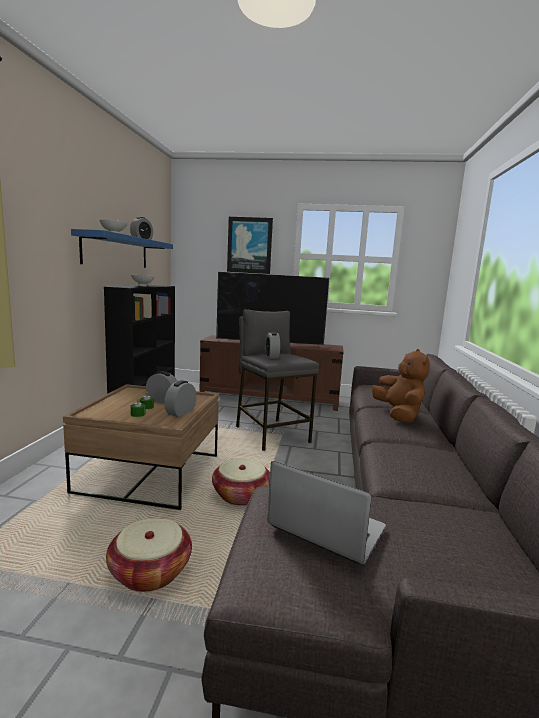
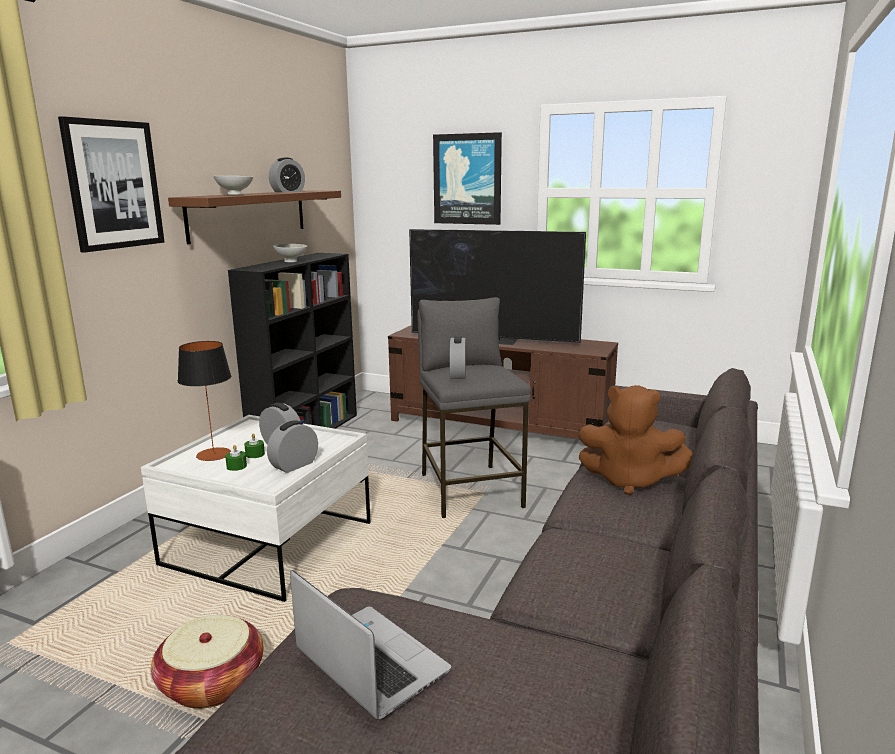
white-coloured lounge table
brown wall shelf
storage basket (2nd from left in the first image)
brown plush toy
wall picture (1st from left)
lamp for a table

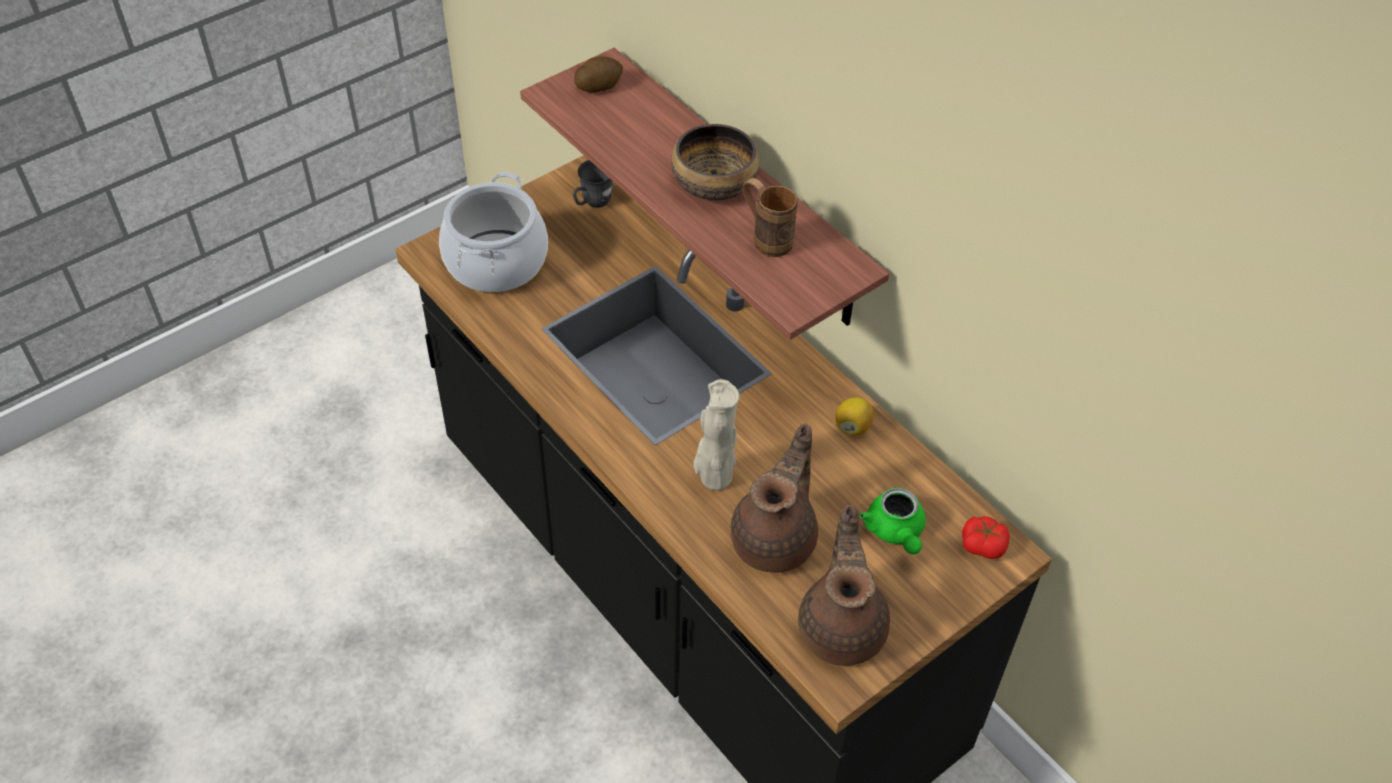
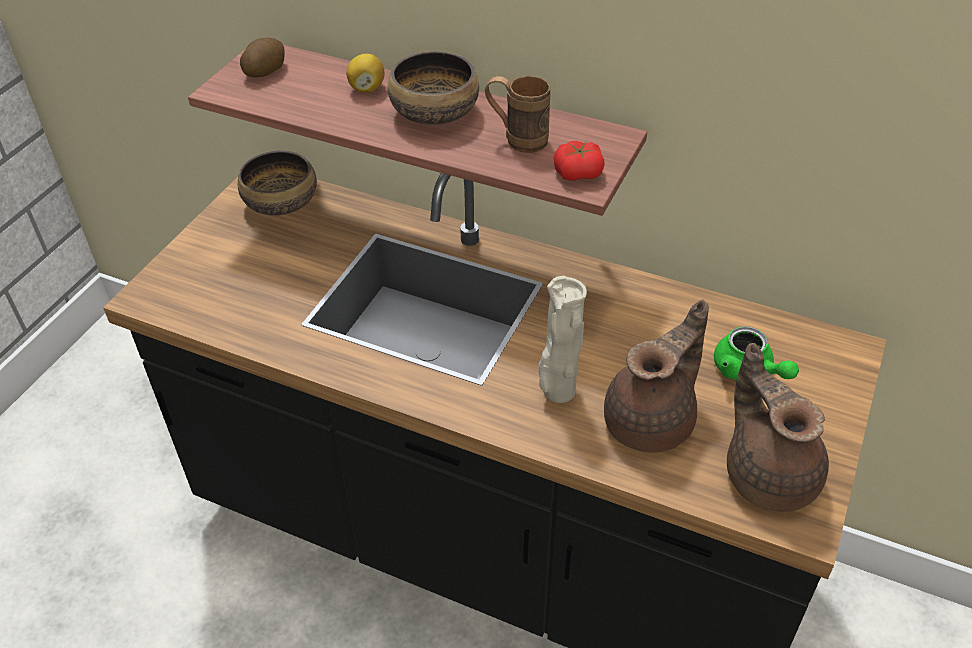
stockpot
serving bowl (1st from left)
brown teapot (1st from left)
lemon
fresh tomato

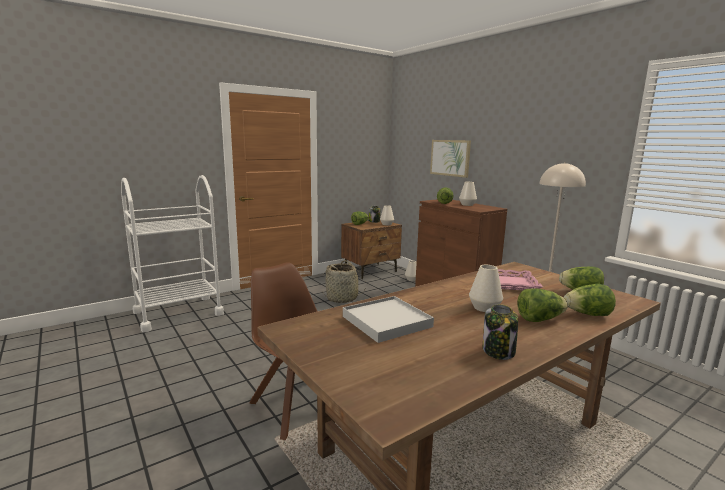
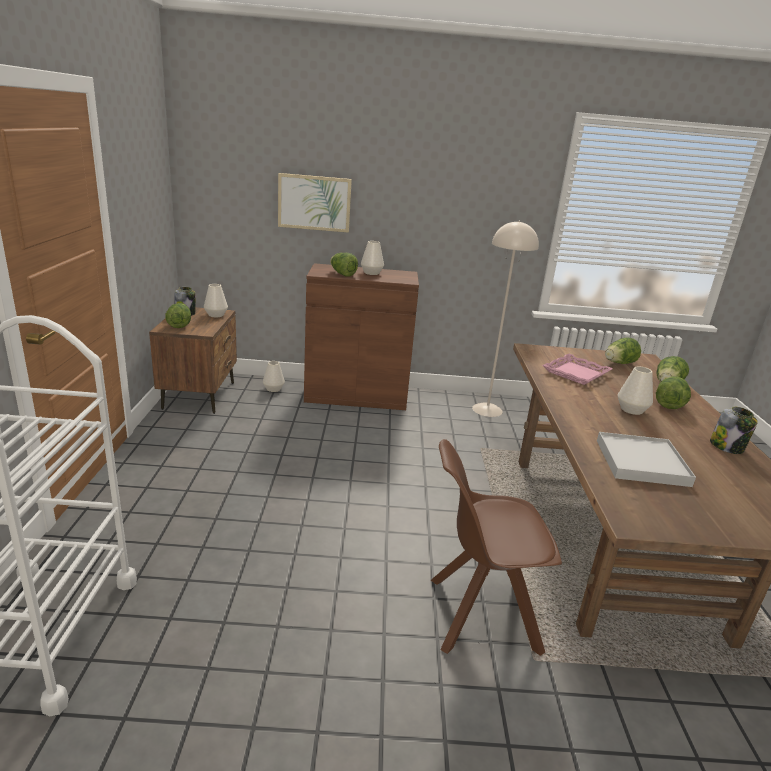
storage basket

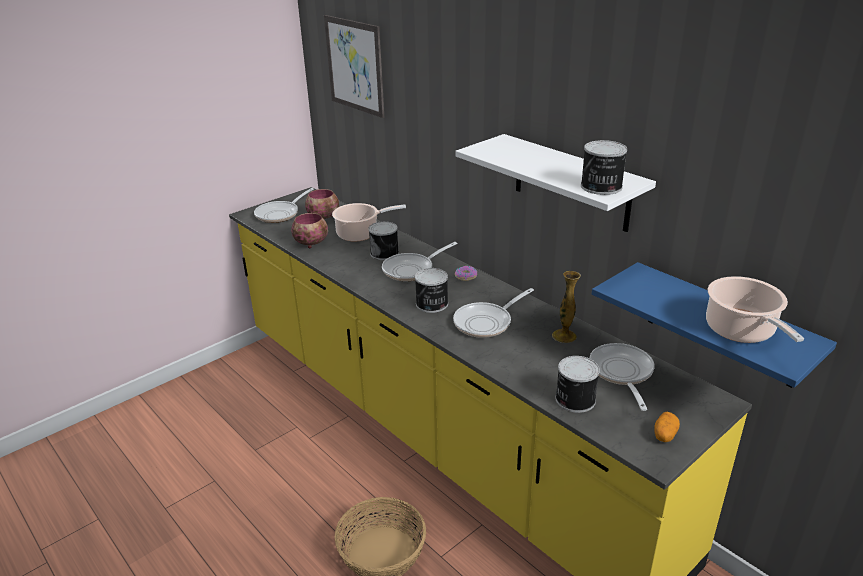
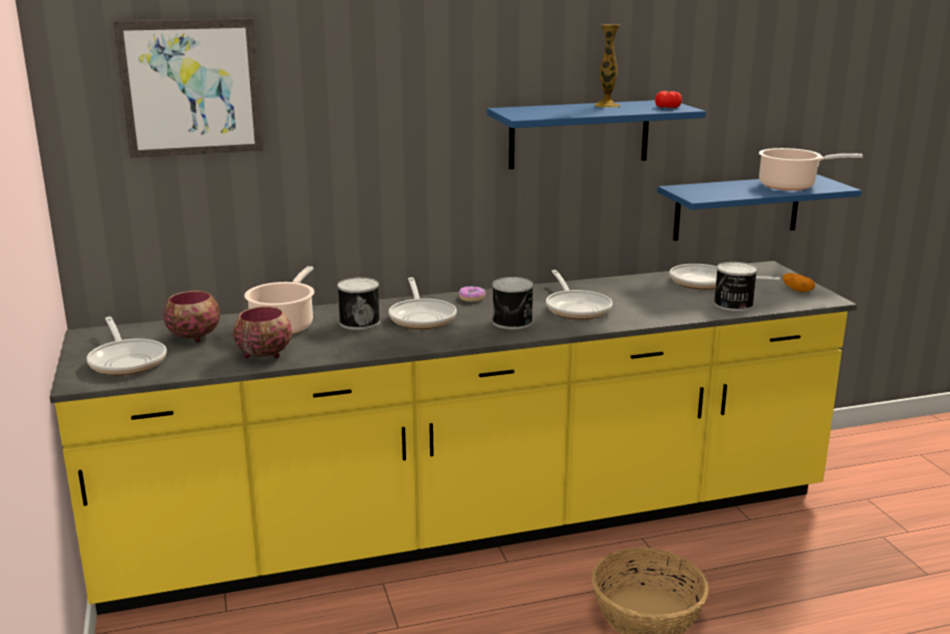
blue-coloured wall shelf (1st from left)
decorative vase
fresh tomato

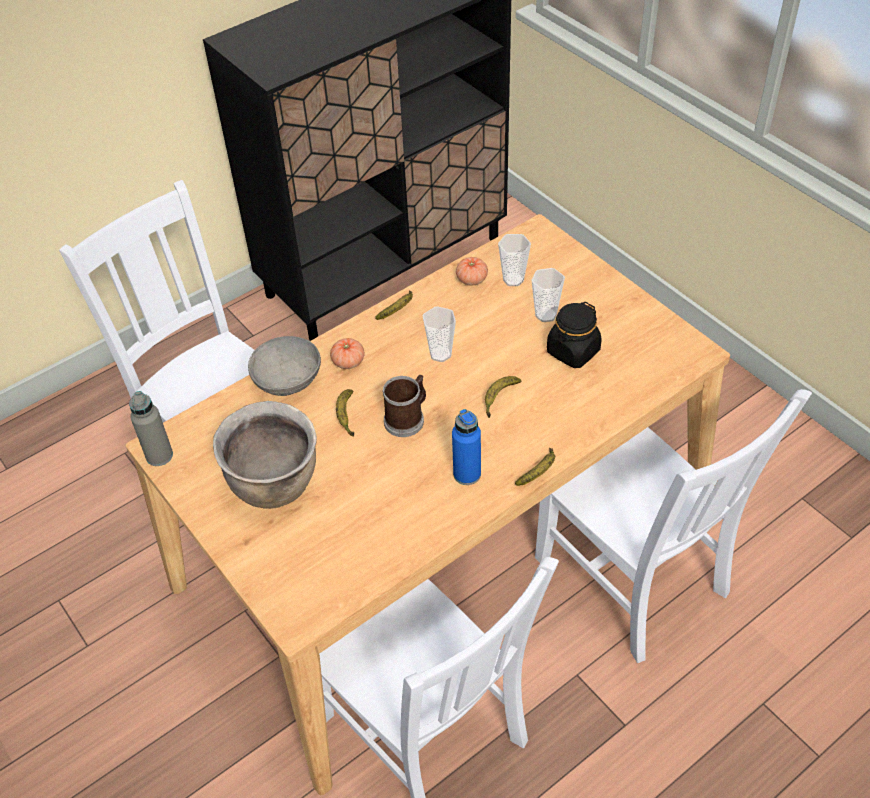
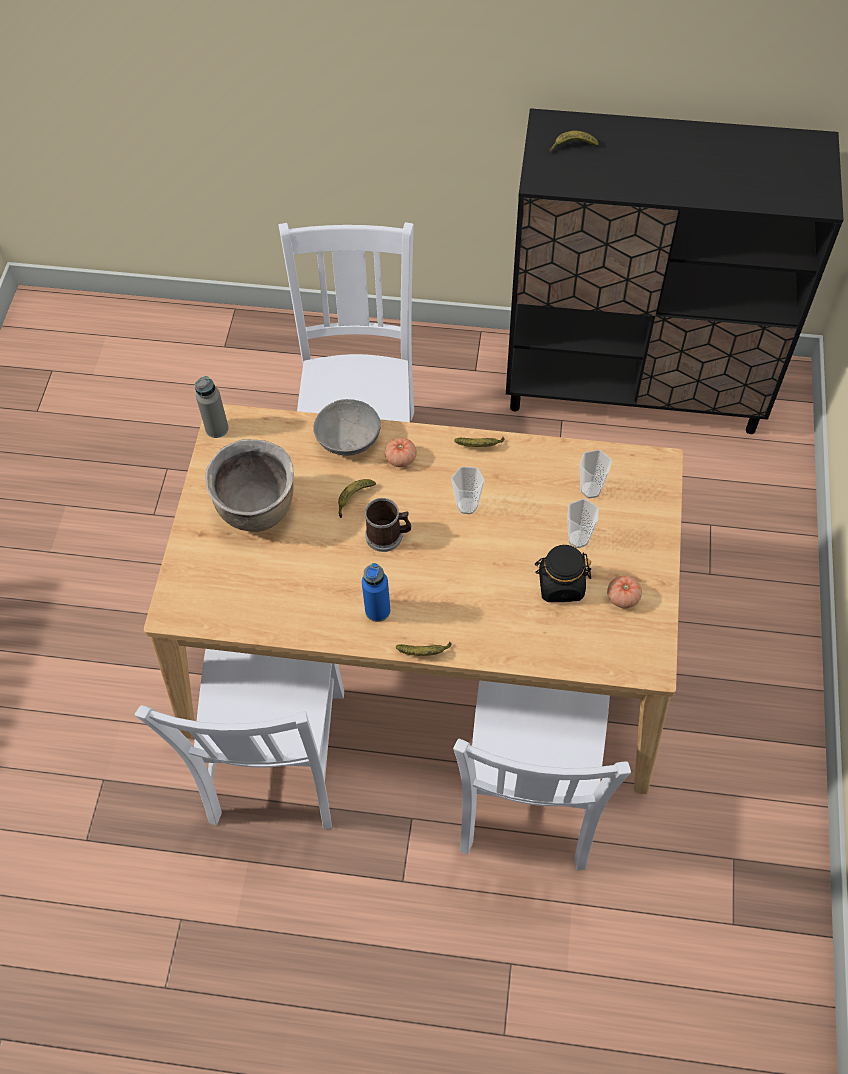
fresh tomato (2nd from left)
banana (4th from left)

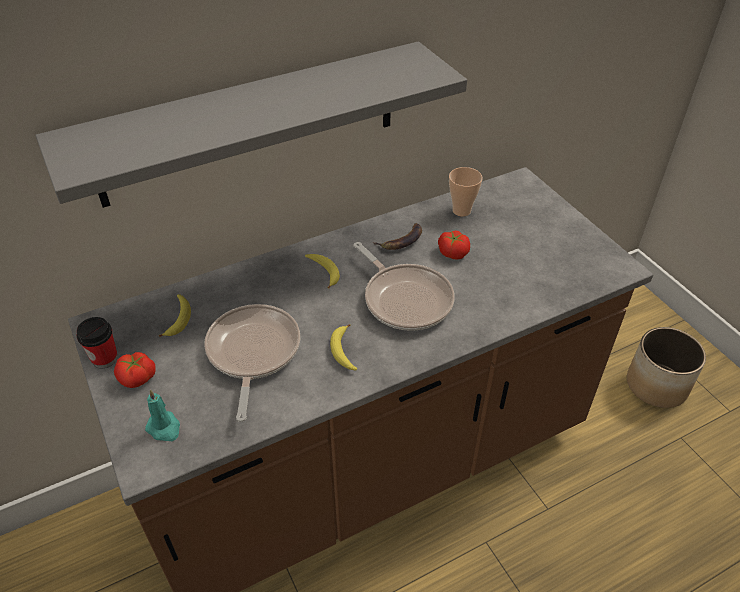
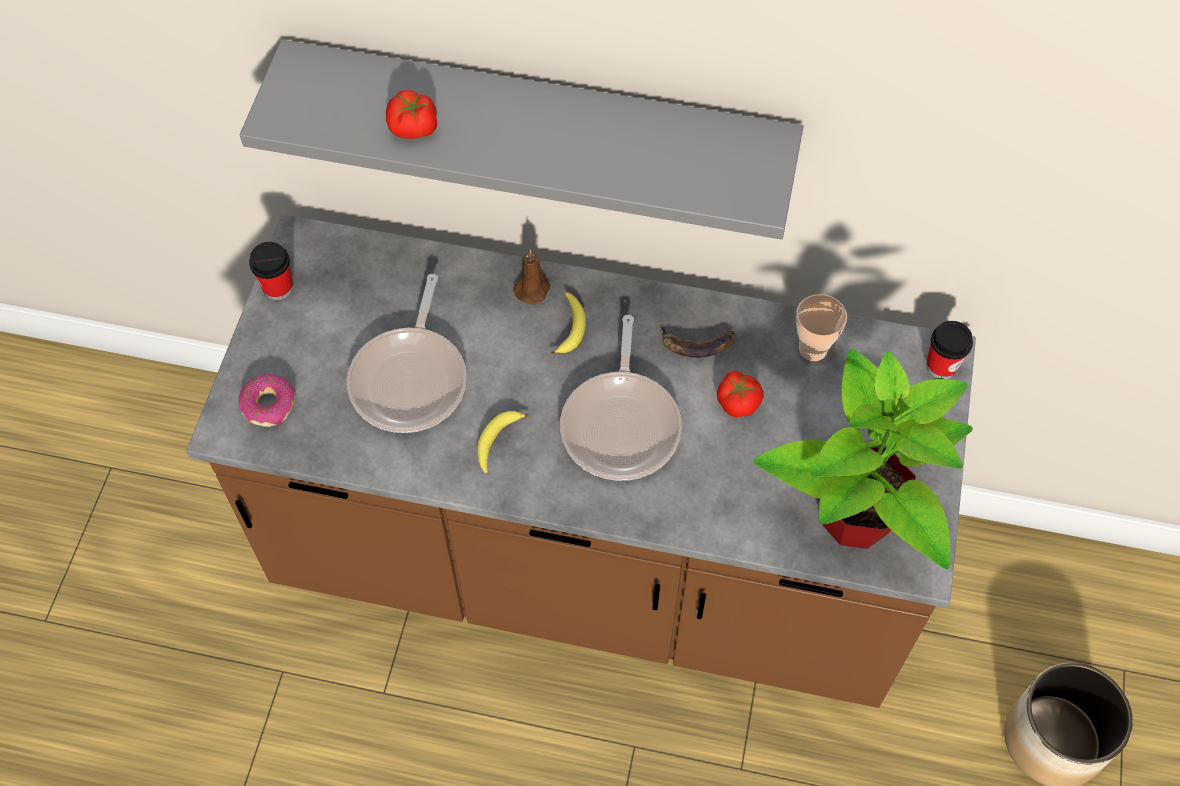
fresh tomato (1st from left)
donut
banana (1st from left in the first image)
skillet (1st from left)
brown wax candle
potted plant
small cup (3rd from left)

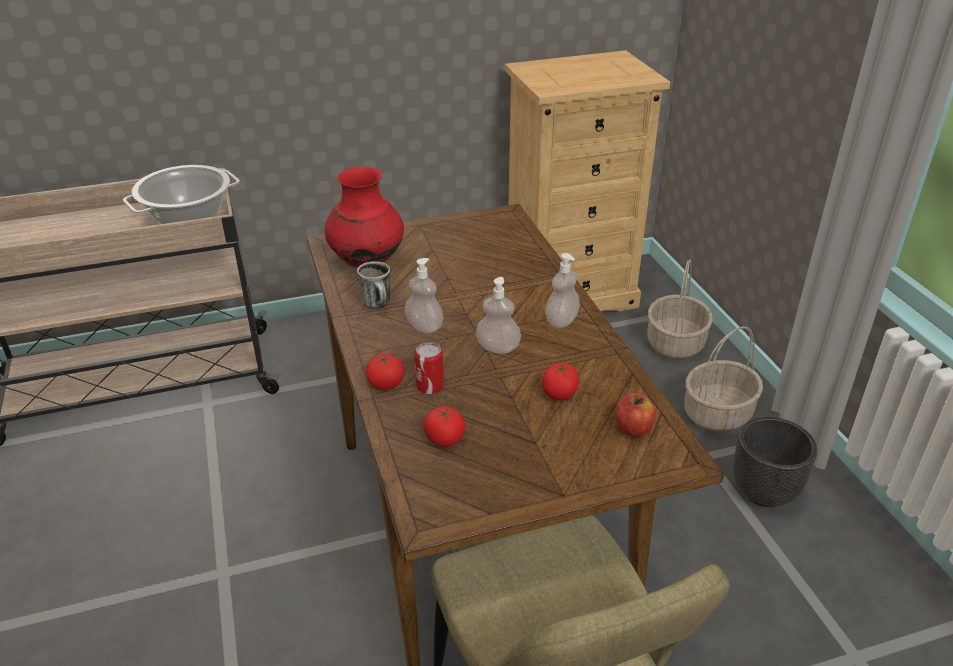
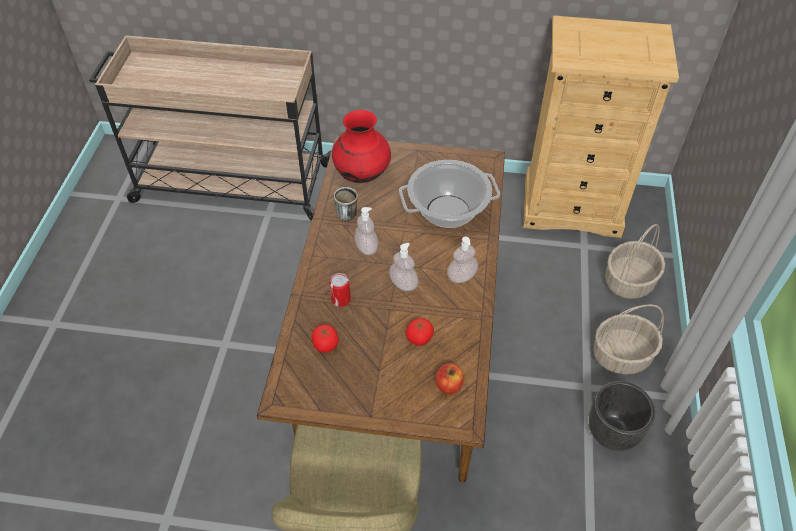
stockpot
fresh tomato (1st from left in the first image)

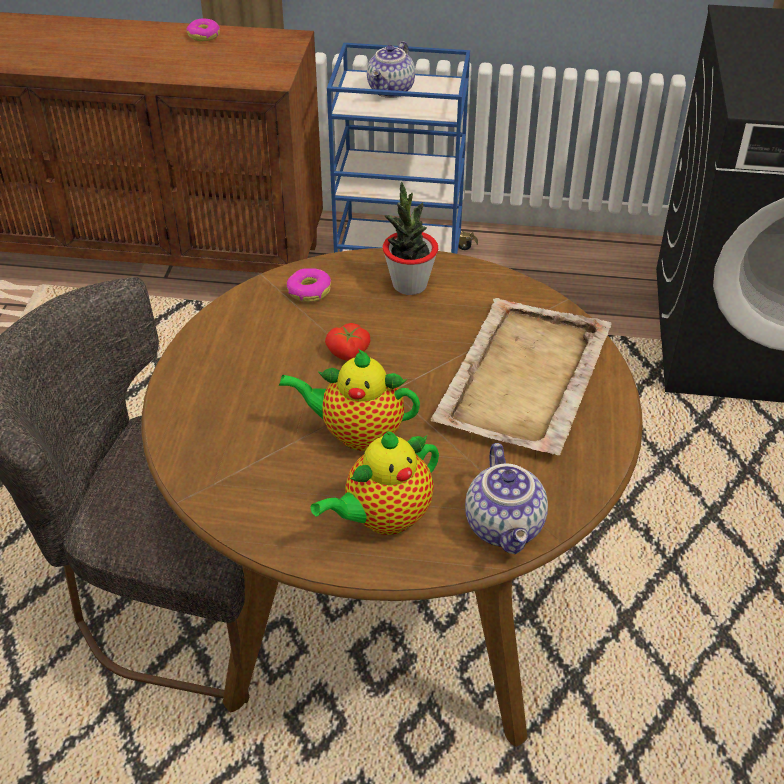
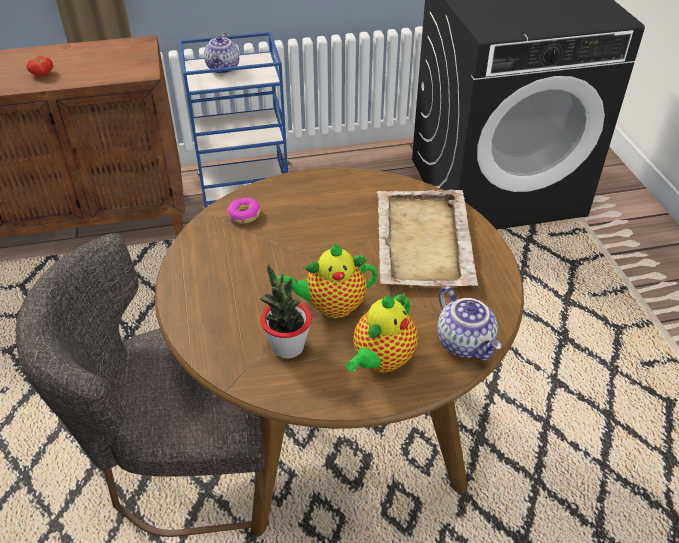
donut (1st from left in the first image)
fresh tomato
potted plant

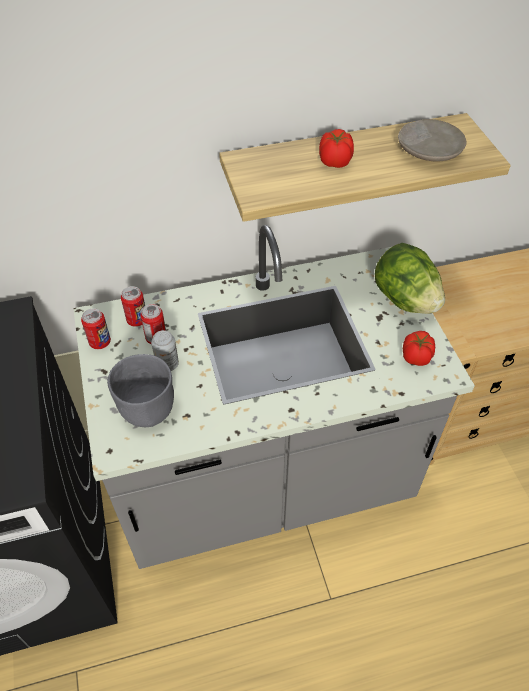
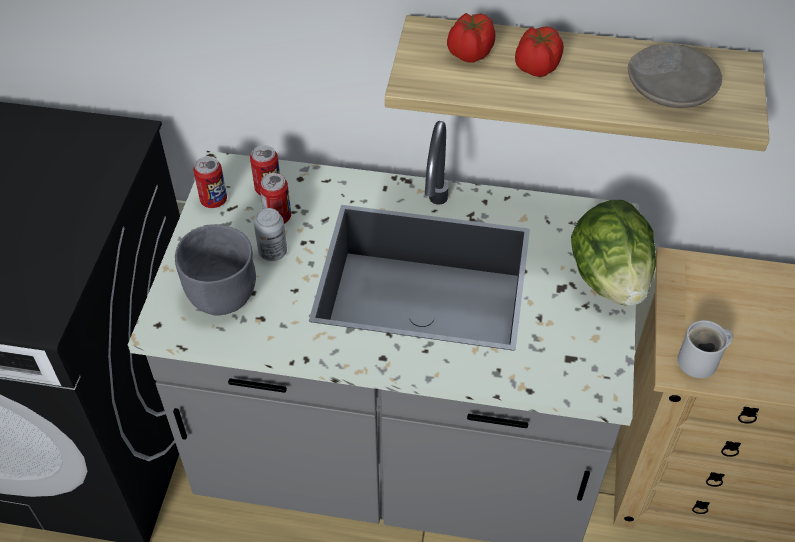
fresh tomato (1st from left)
white-coloured tea mug

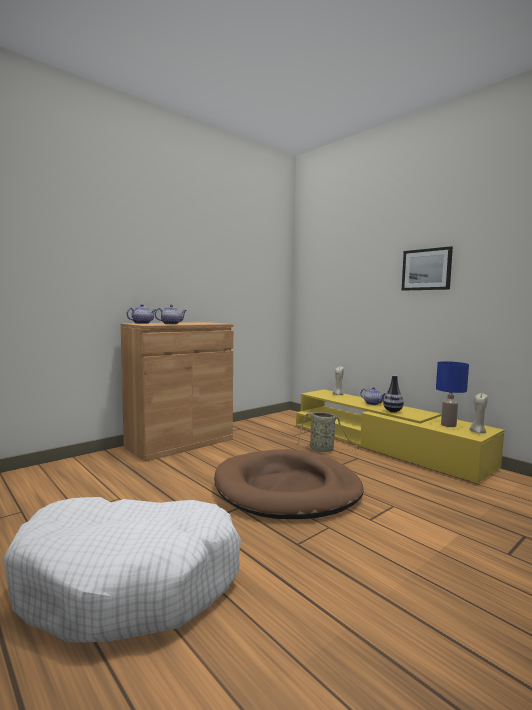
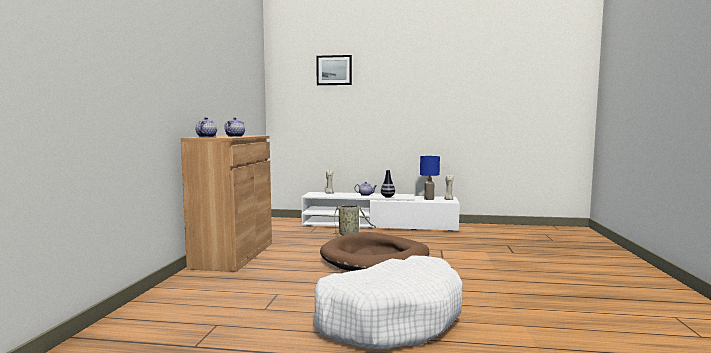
white-coloured tv stand
wall picture

